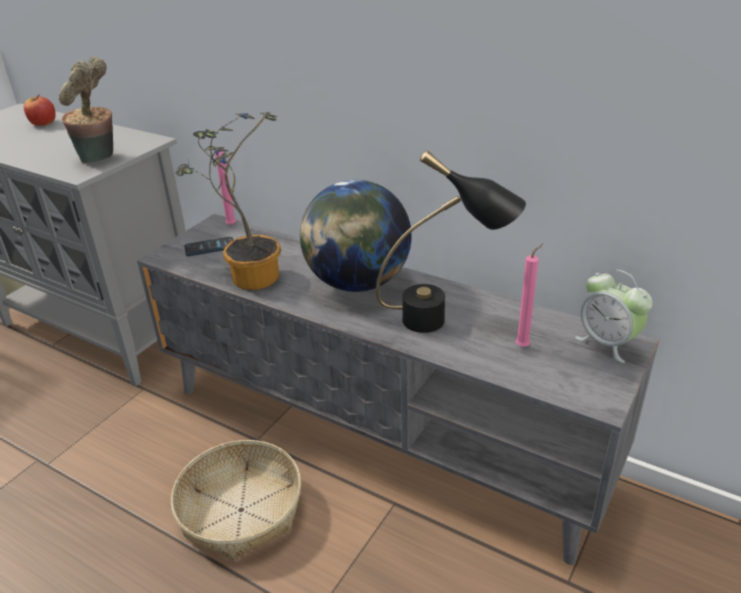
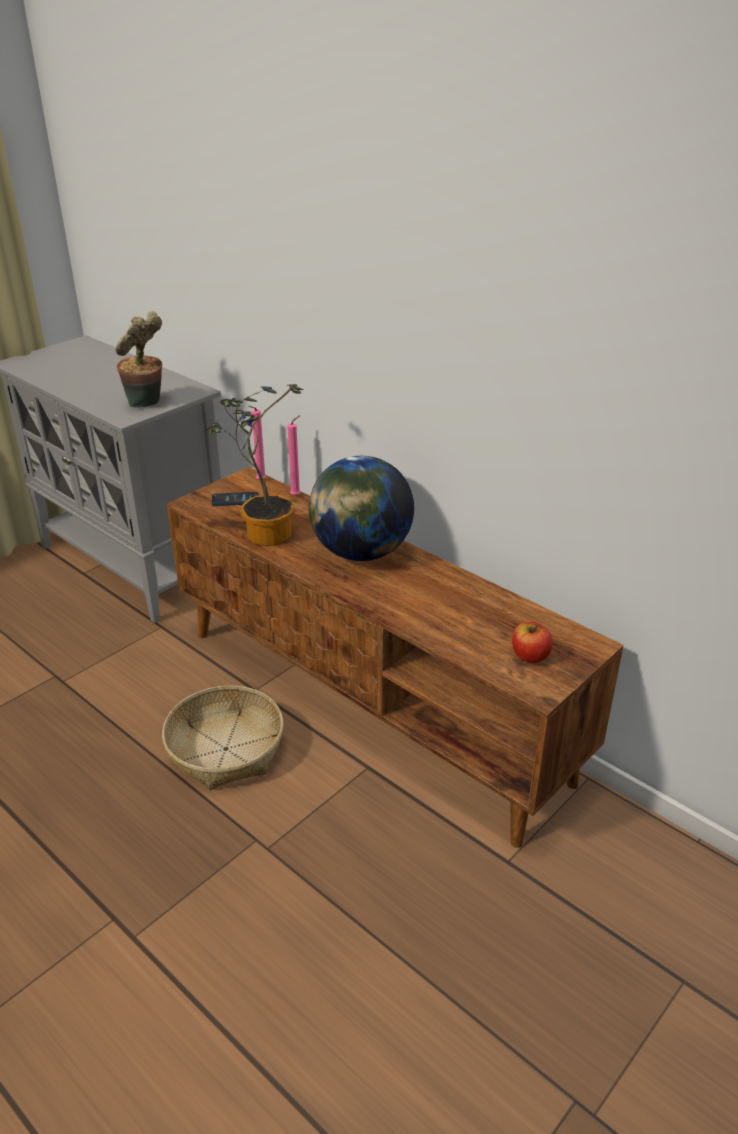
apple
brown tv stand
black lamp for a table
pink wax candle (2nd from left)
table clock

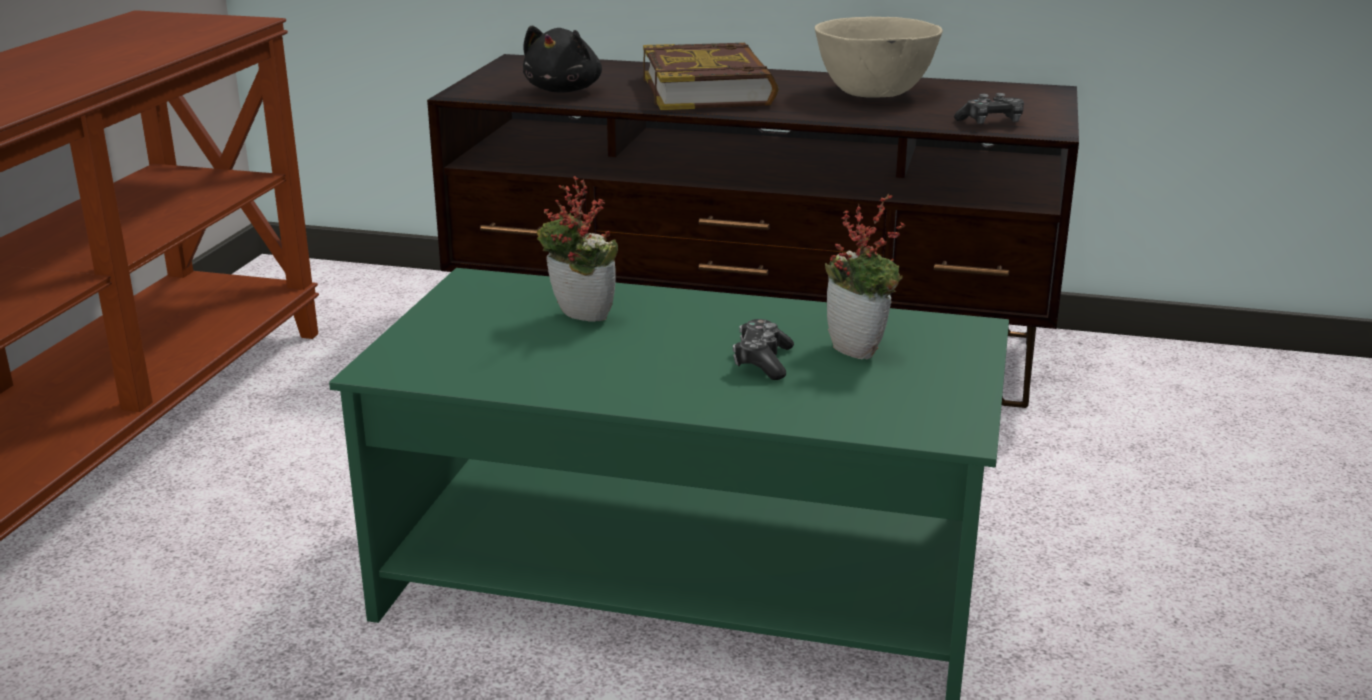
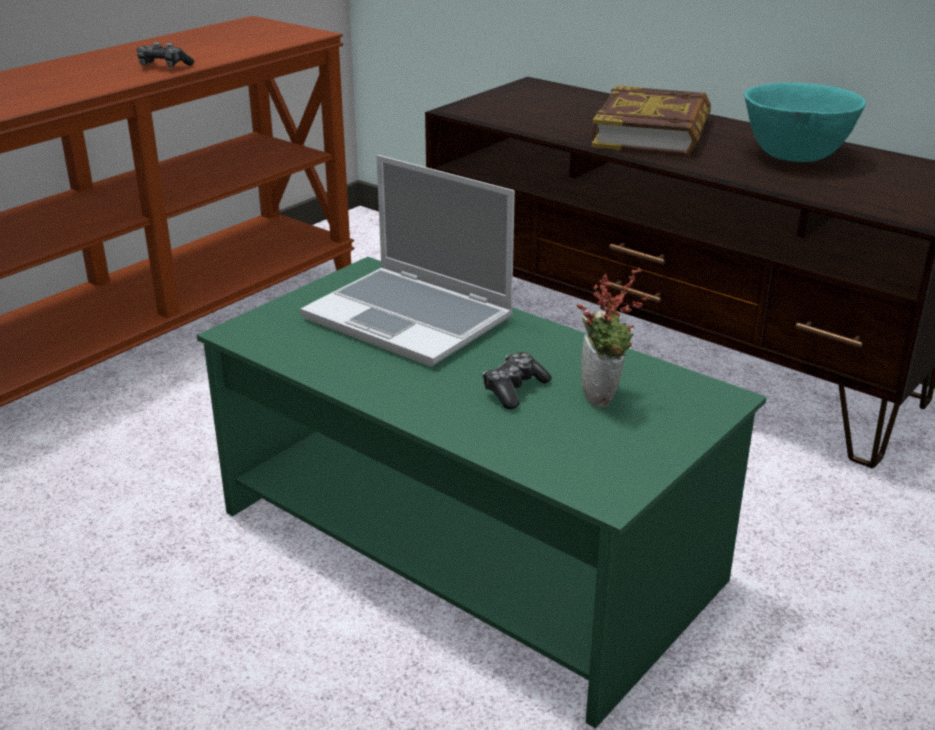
black plush toy
portable computer
turquoise-coloured serving bowl
game controller (1st from left)

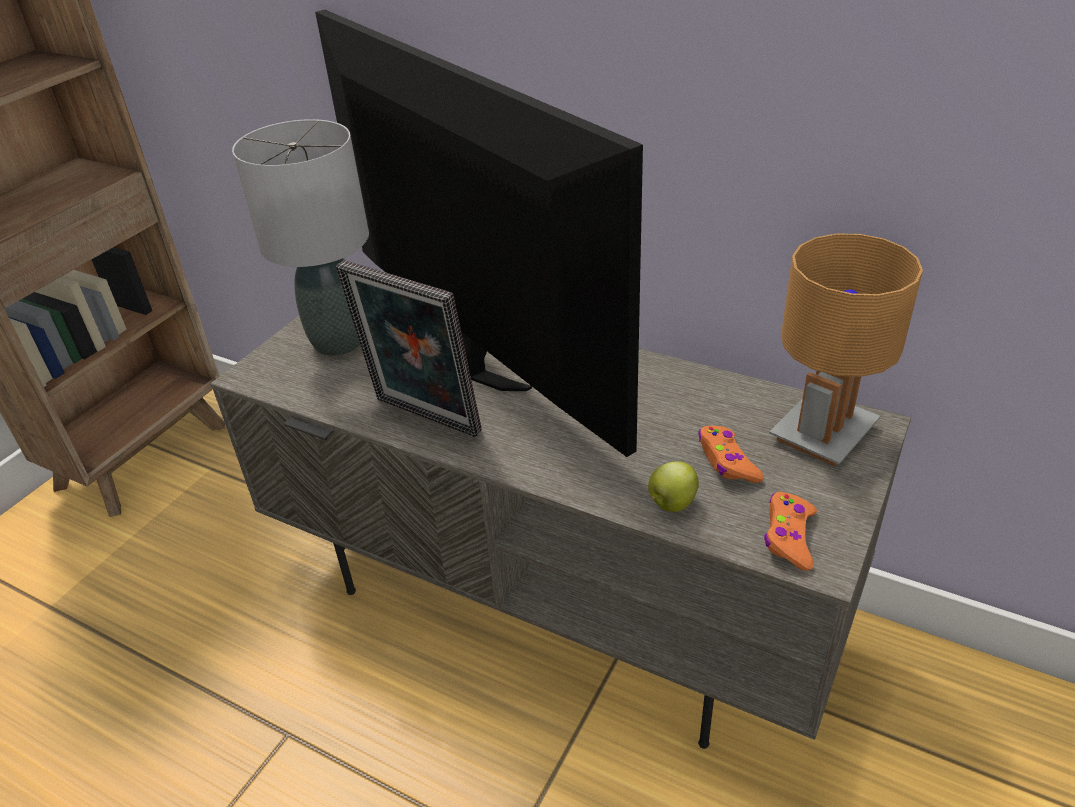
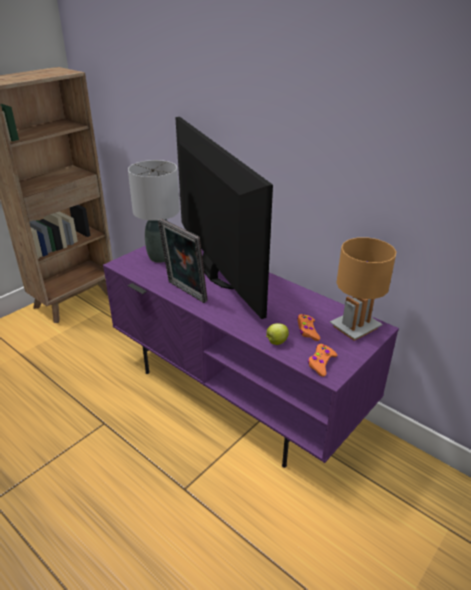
purplish tv stand

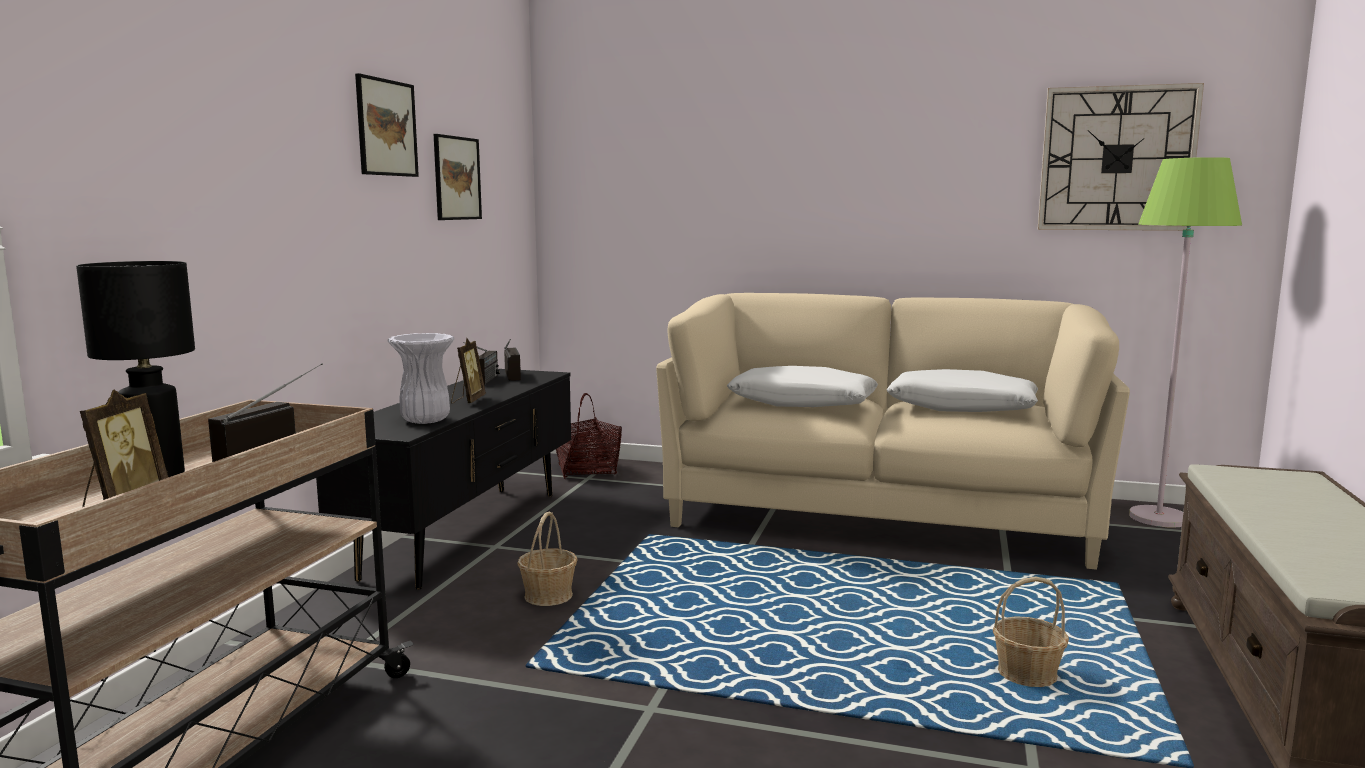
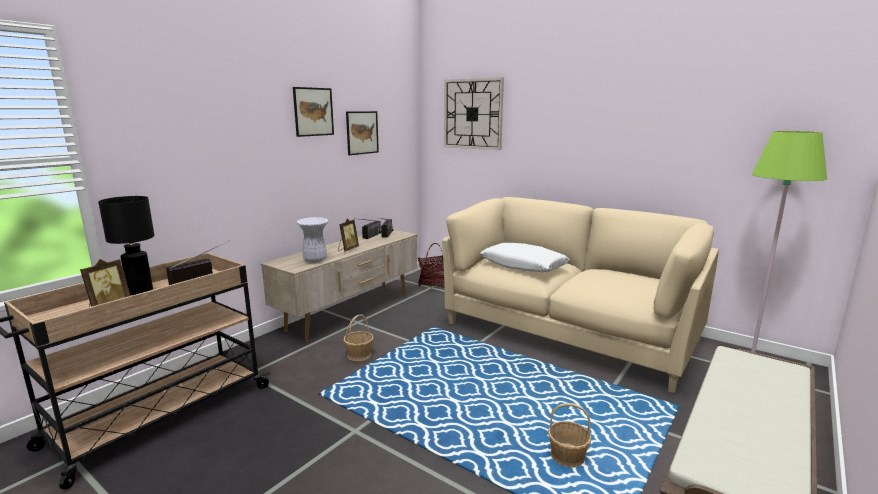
sand-coloured tv stand
white-coloured throw pillow (2nd from left in the first image)
wall clock

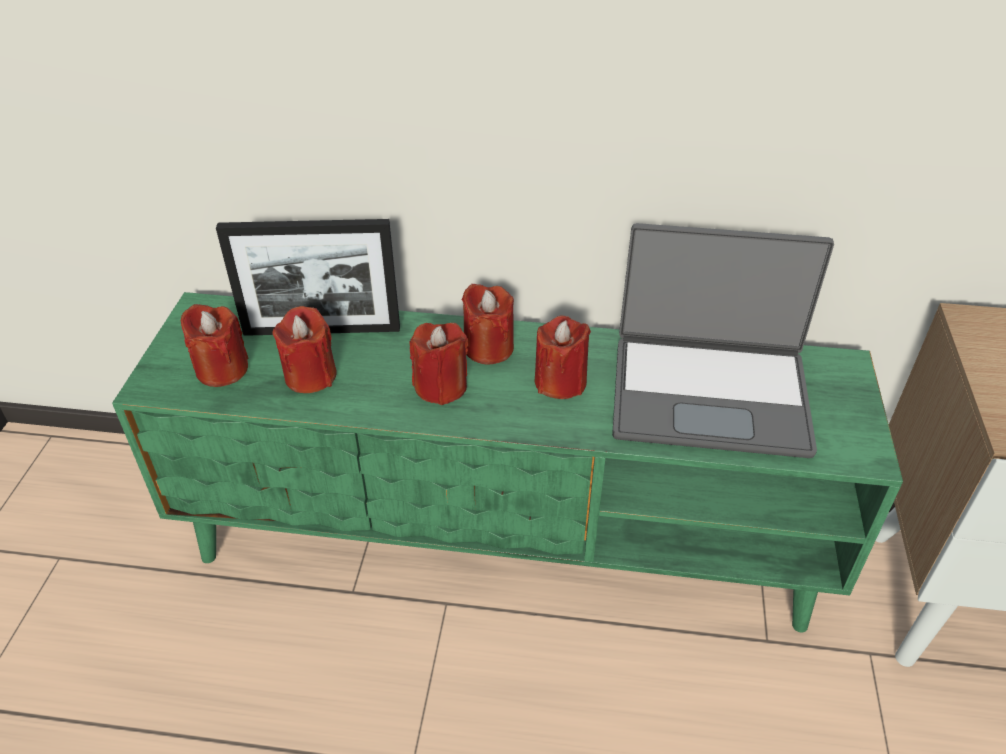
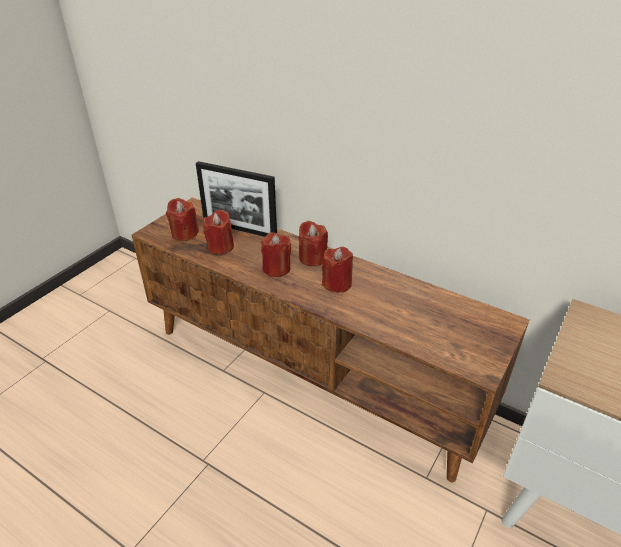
brown tv stand
portable computer

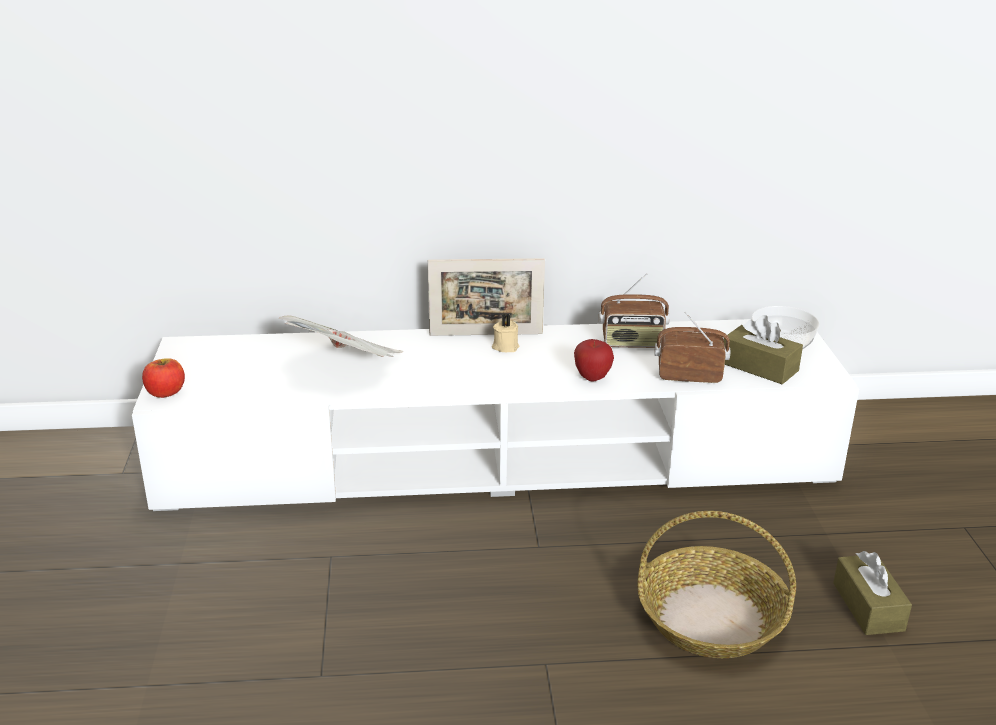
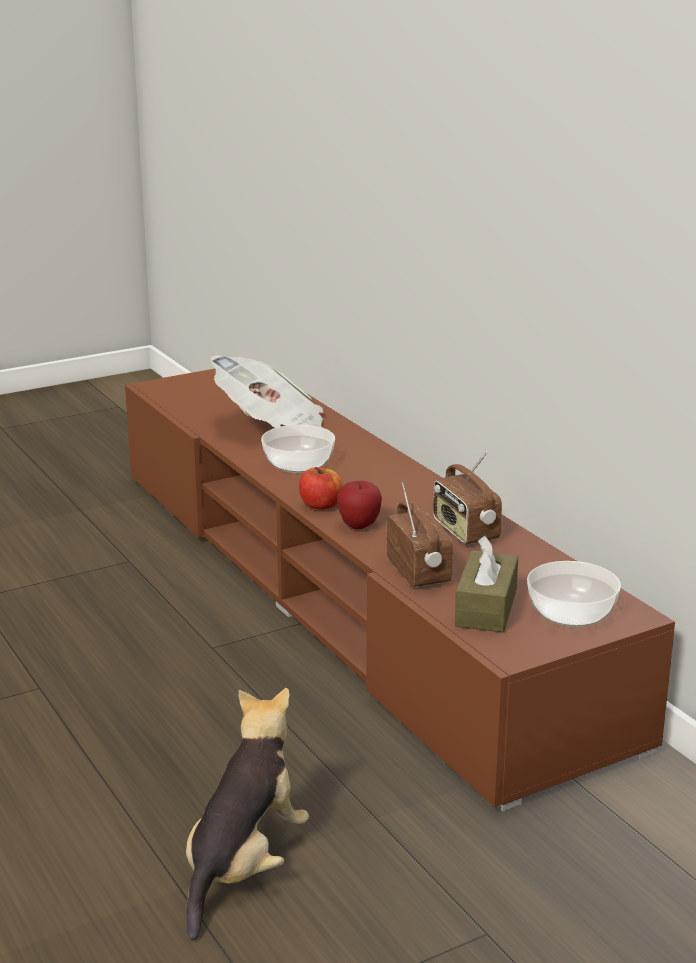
brown tv stand
apple (1st from left)
picture frame
sand-coloured wax candle
storage basket
plush toy
serving bowl (1st from left)

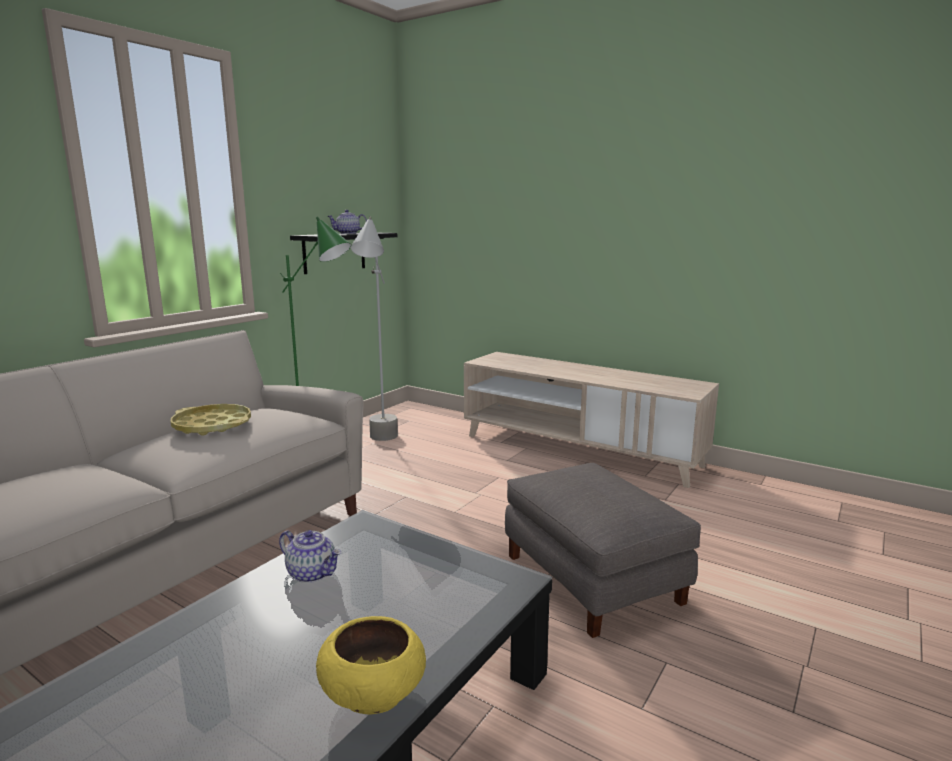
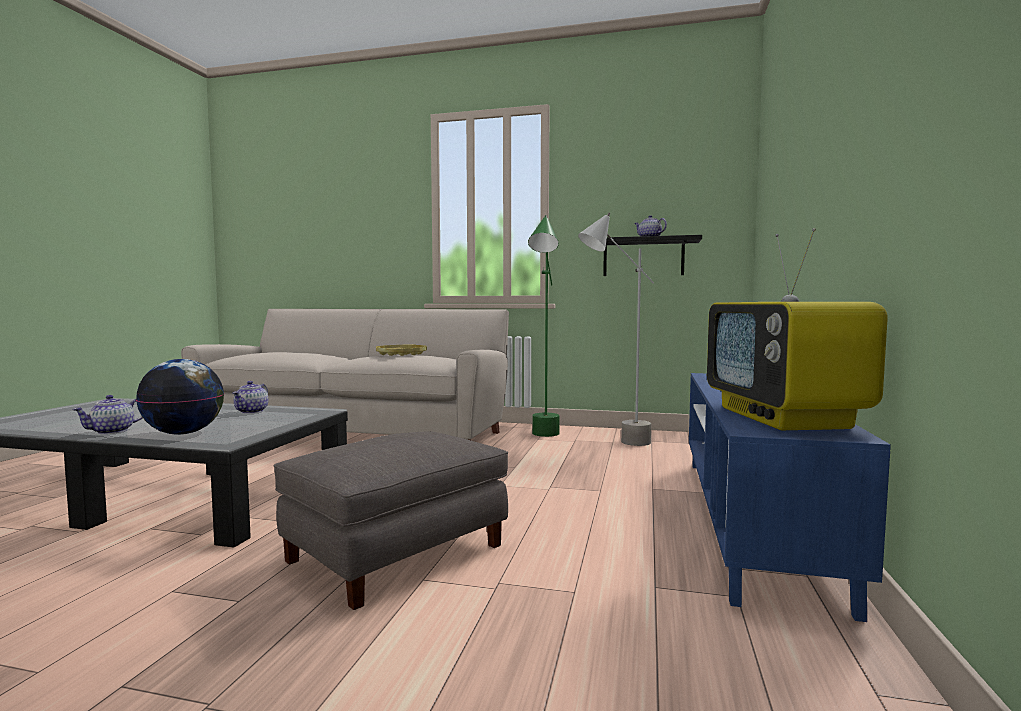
teapot (1st from left)
blue-coloured tv stand
world globe
TV

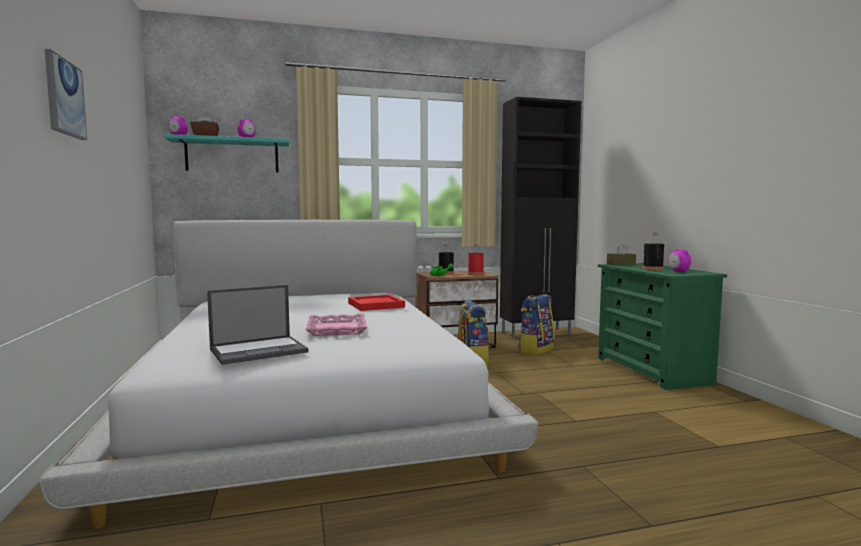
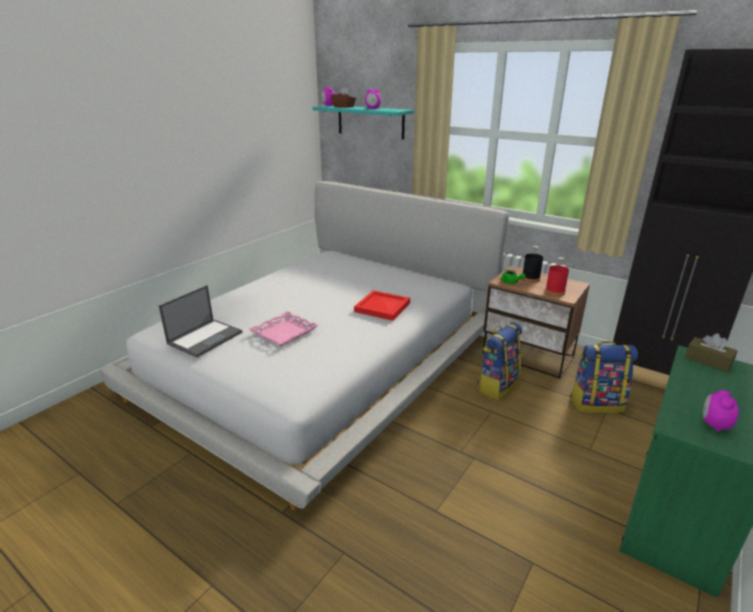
wall picture
portable computer
black beverage bottle (2nd from left in the first image)

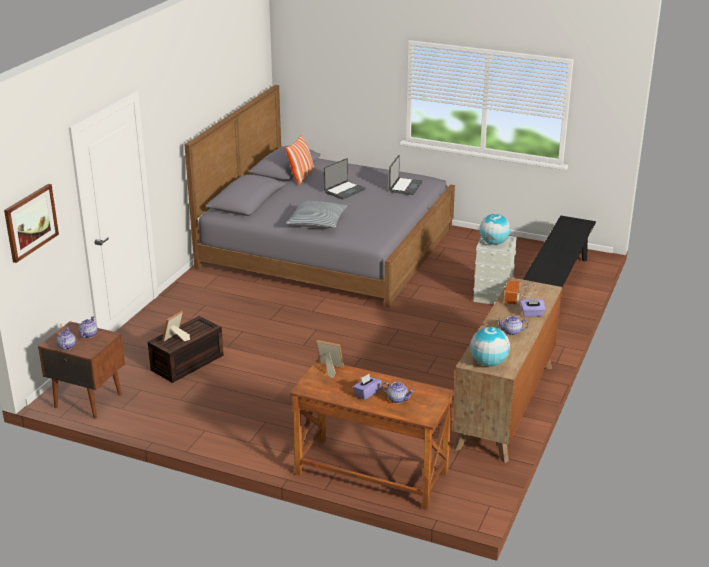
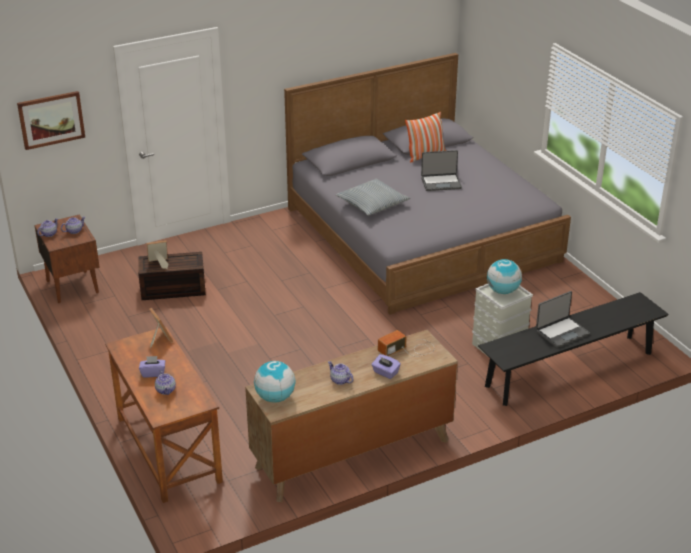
portable computer (2nd from left)

